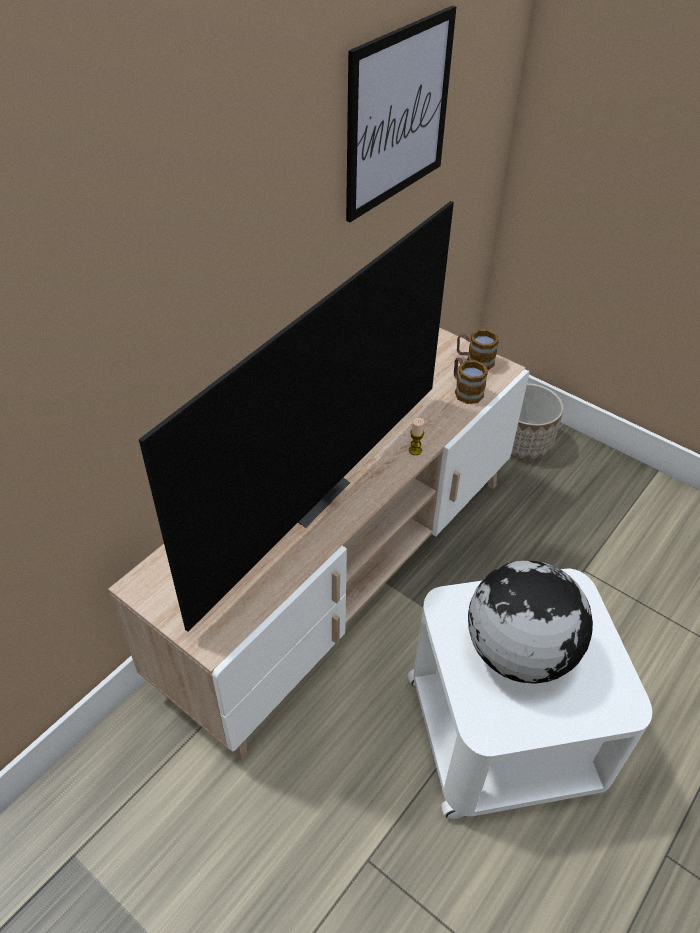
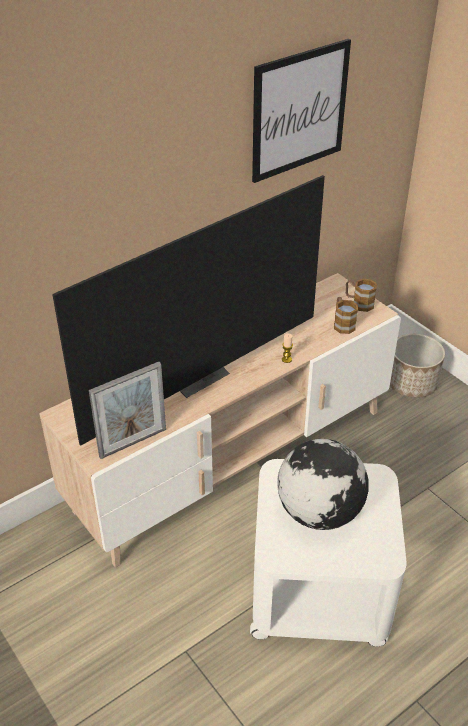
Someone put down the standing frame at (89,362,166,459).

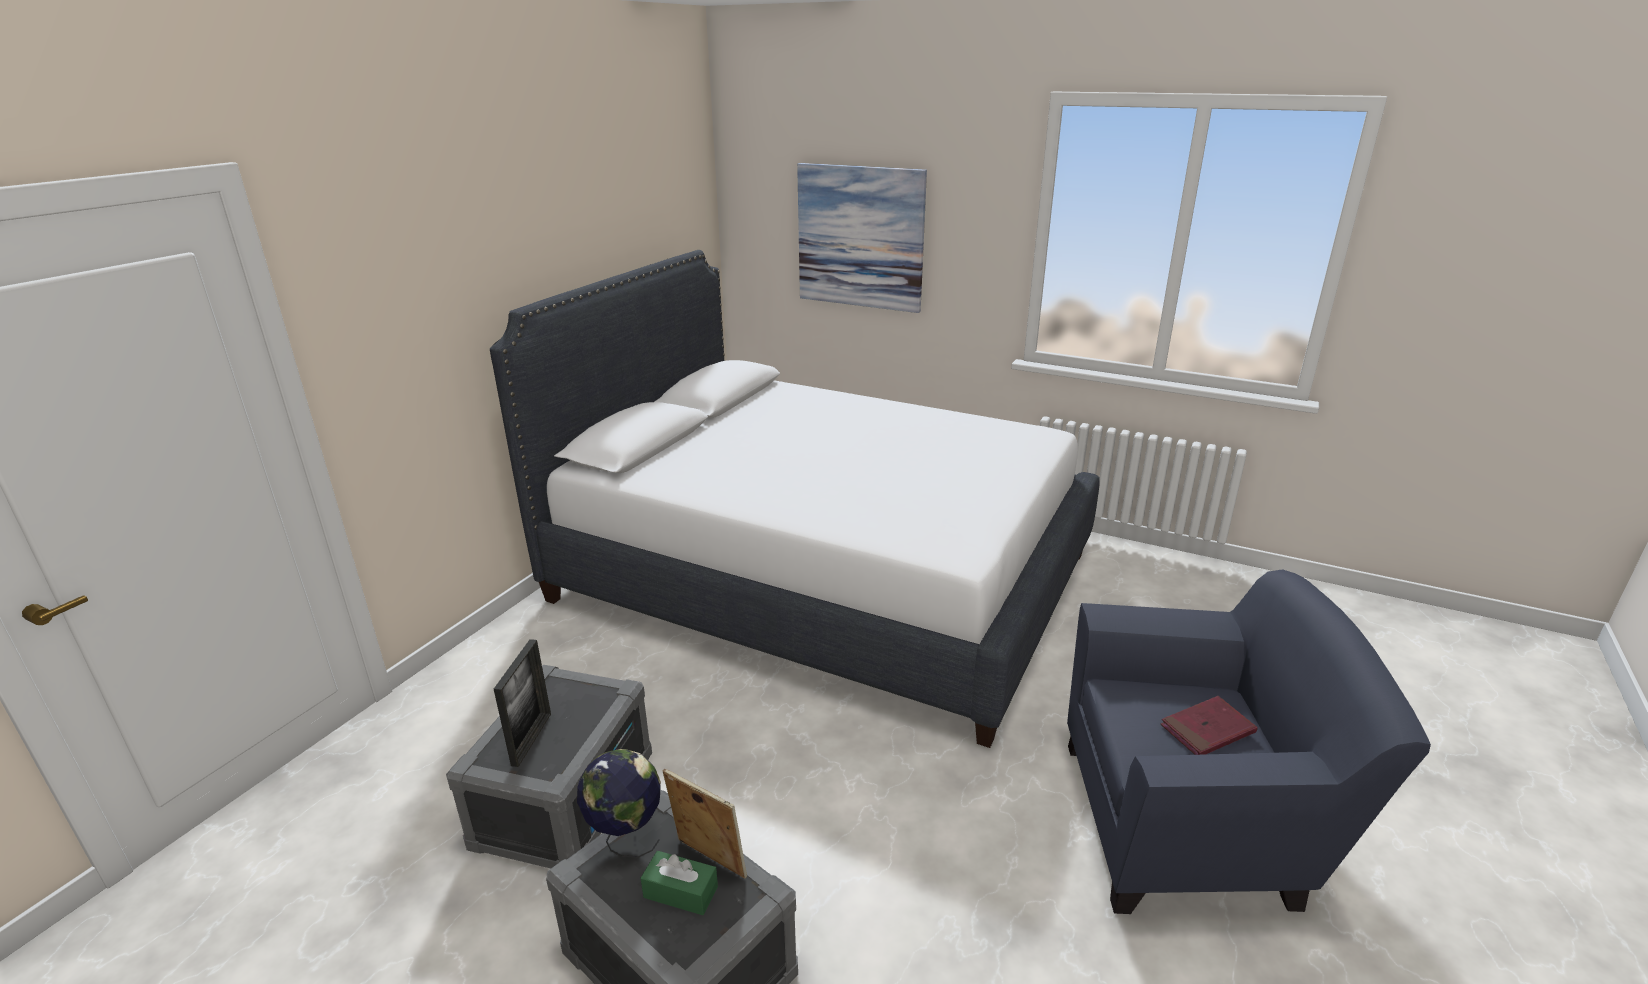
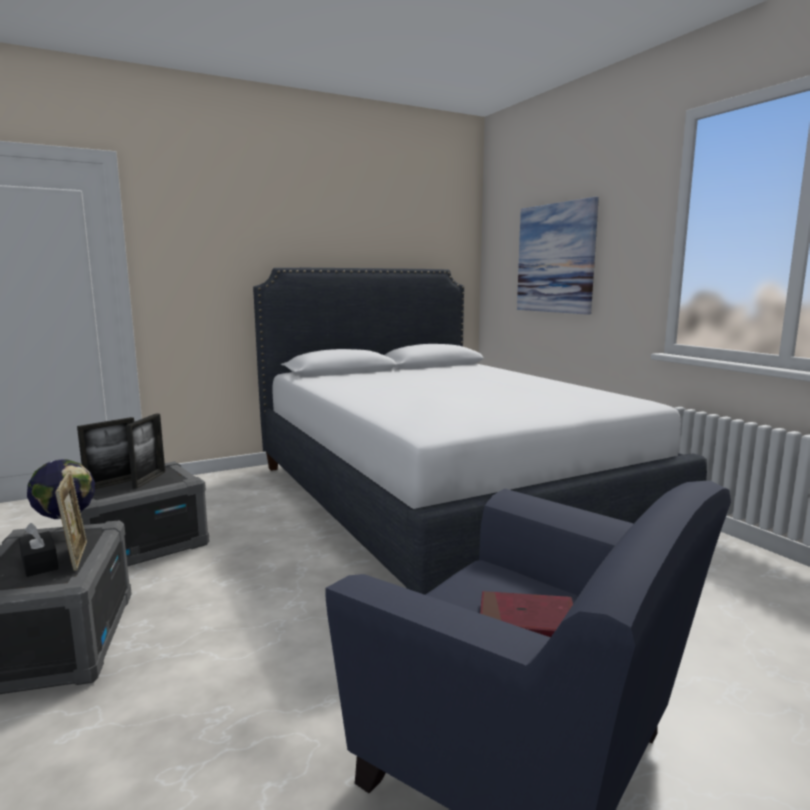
Someone repainted the greenish tissue holder at (641,851,718,915), which became the black-coloured tissue holder at (19,523,58,577). Someone put down the standing frame at (126,414,165,489).

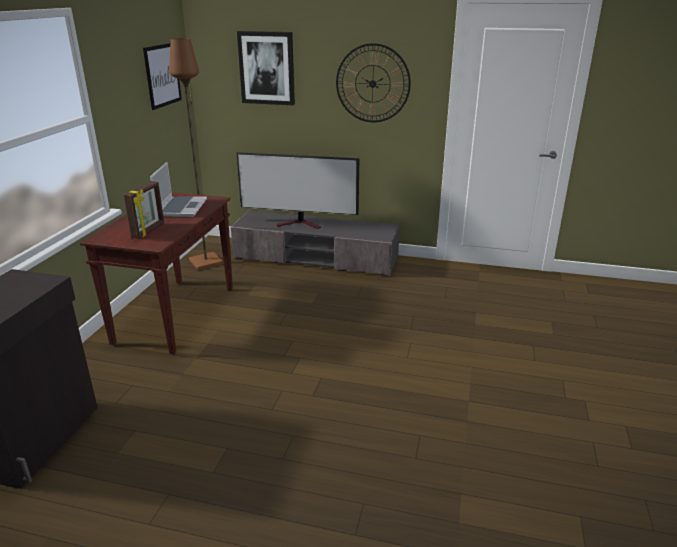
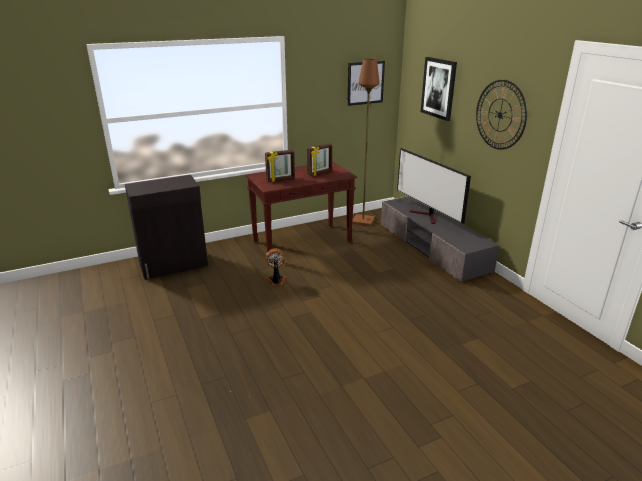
Someone swapped the portable computer at (150,162,207,217) for the standing frame at (307,143,332,176). Someone put down the electric fan at (265,248,286,286).

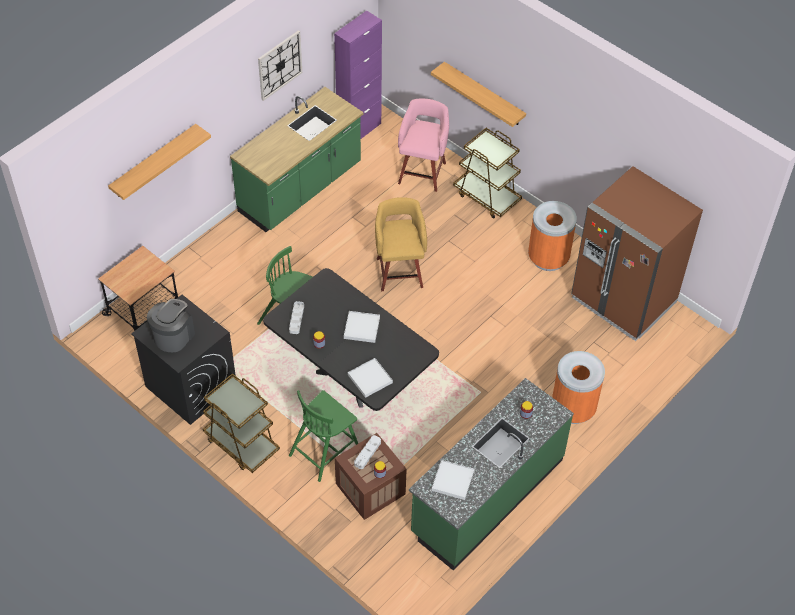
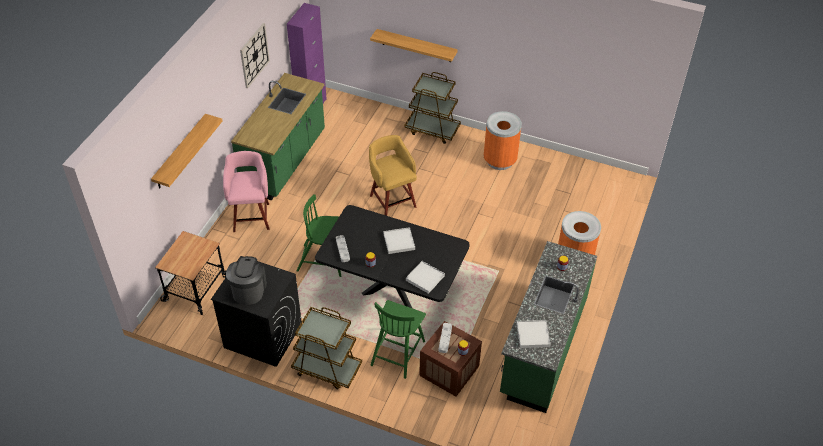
Someone carried the pink sitting stool from (398,98,449,192) to (223,151,269,232). Someone took away the brown refrigerator at (571,166,703,341).

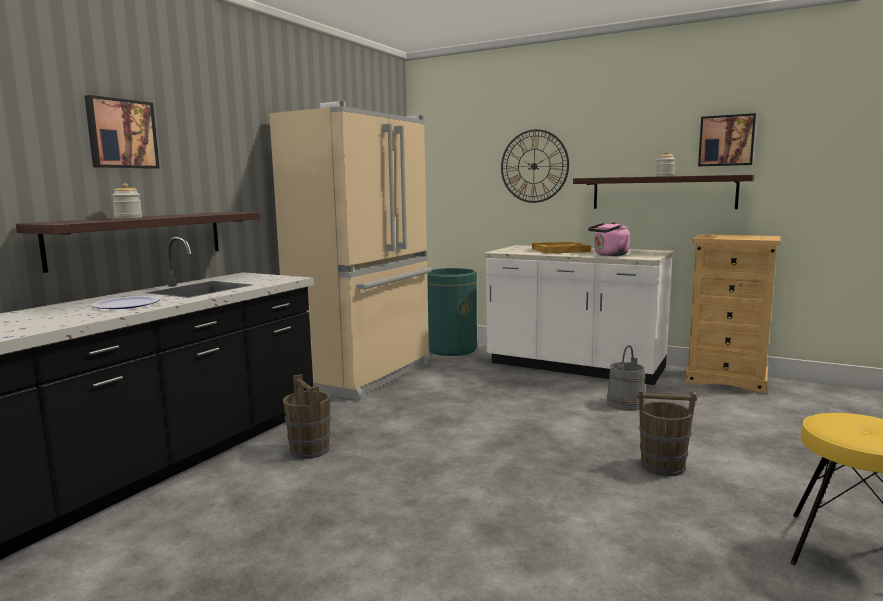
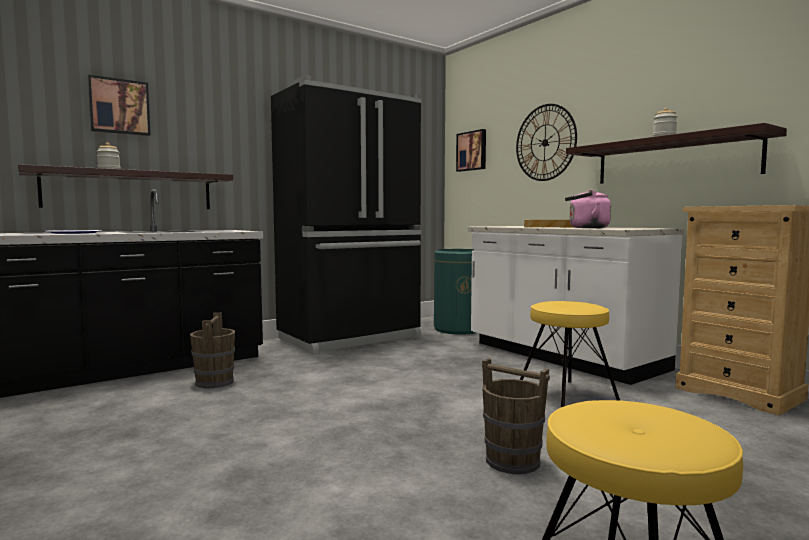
Someone repainted the beige refrigerator at (269,101,432,400), which became the black-coloured refrigerator at (271,75,421,355). Someone carried the picture from (698,113,756,166) to (456,129,486,172). Someone swapped the gray water bucket at (607,345,646,411) for the yellow-coloured sitting stool at (520,301,620,407).

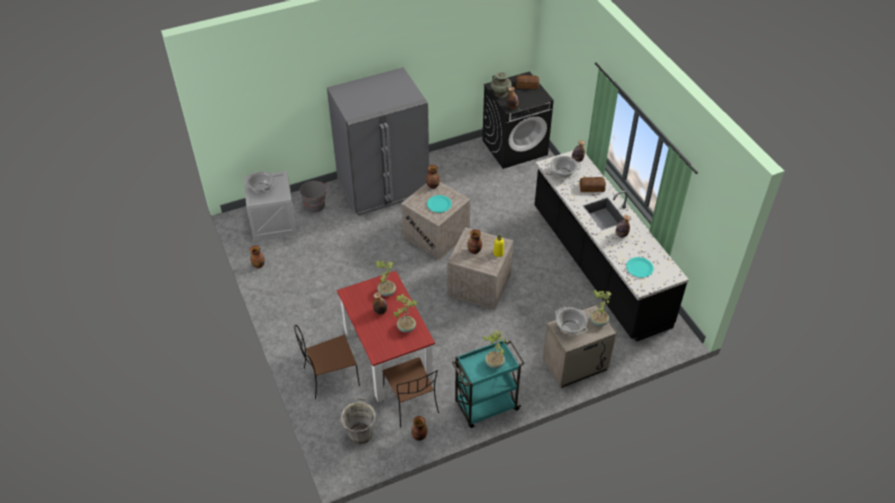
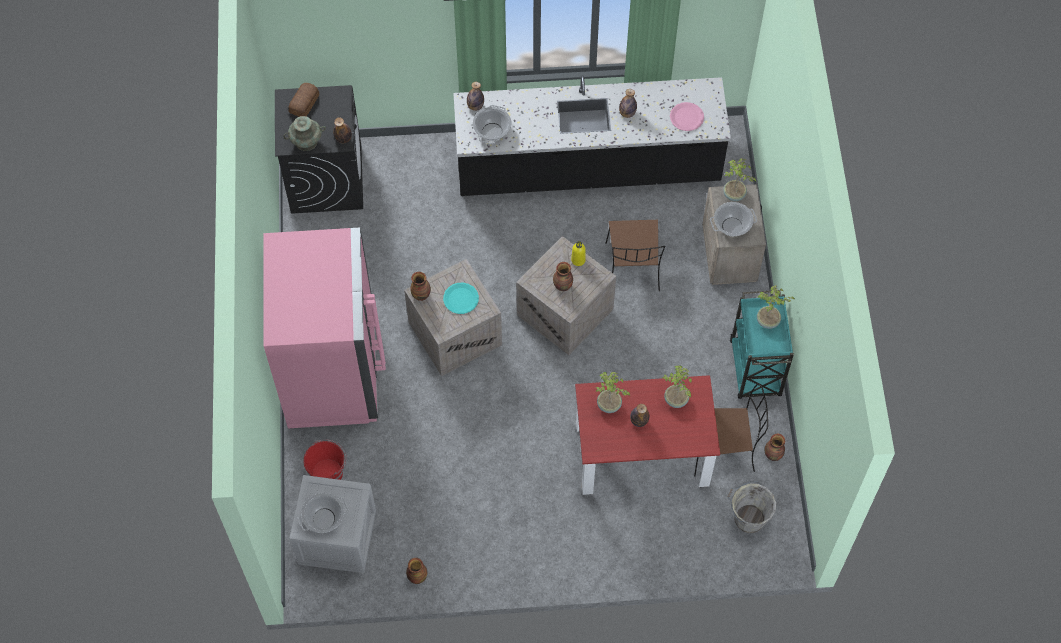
Someone repainted the gray refrigerator at (327,67,429,216), which became the pink refrigerator at (263,228,386,428). Someone took away the bakery bread at (579,177,606,192). Someone repainted the gray water bucket at (299,181,327,213), which became the red water bucket at (303,439,346,480). Someone repainted the turquoise-coloured flat dish at (626,257,654,278), which became the pink flat dish at (670,102,704,131). Someone carried the brown chair from (294,325,360,400) to (605,220,665,291).

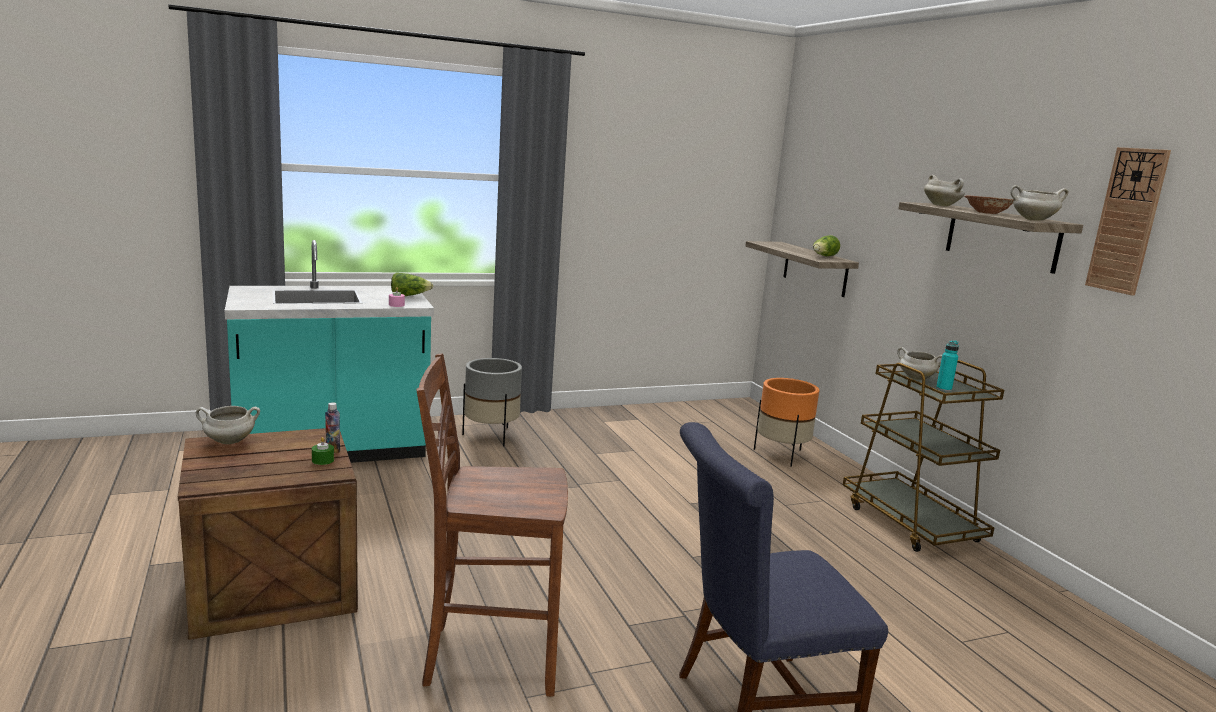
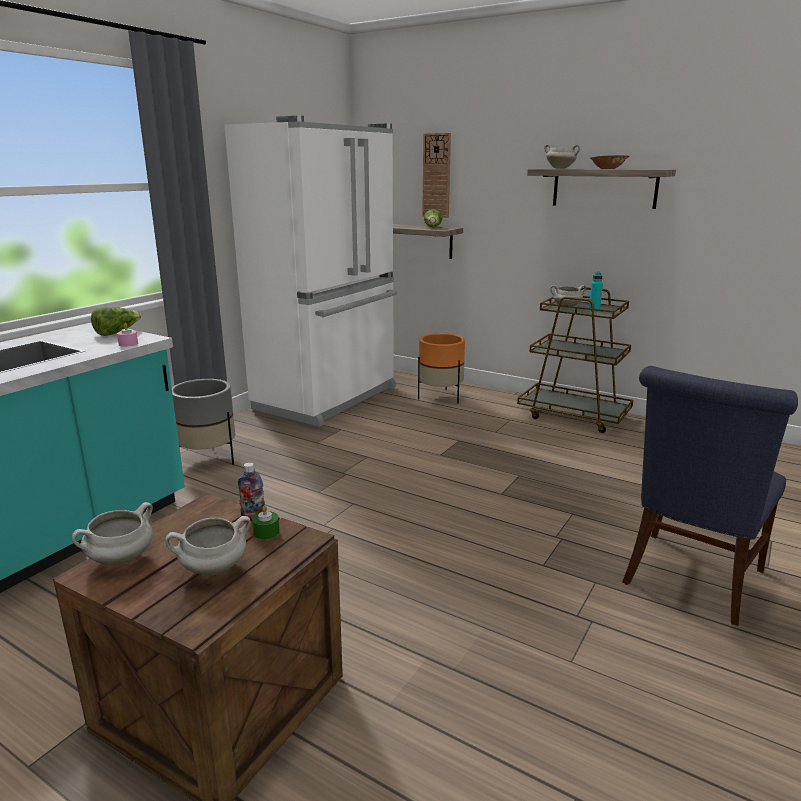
Someone carried the hanging clock from (1085,147,1171,295) to (422,133,451,218). Someone carried the white cooking pot from (1010,185,1069,221) to (165,516,251,575). Someone took away the brown chair at (416,354,568,697). Someone put down the white refrigerator at (224,116,397,427).

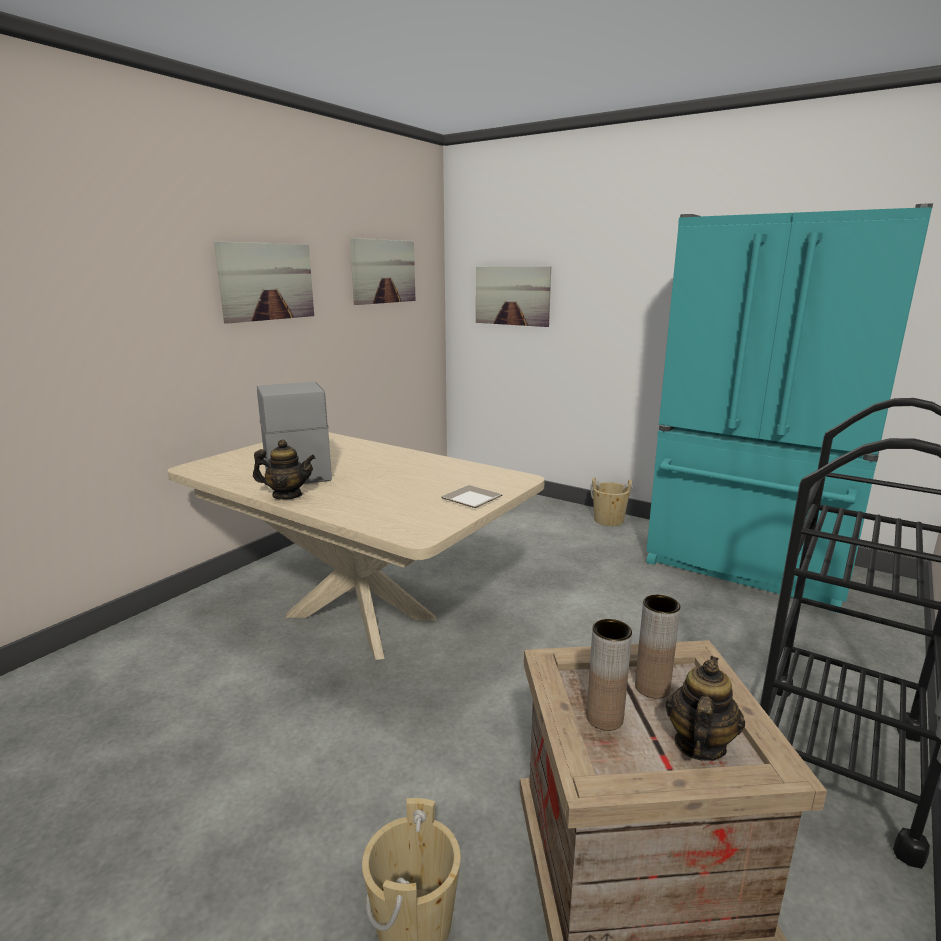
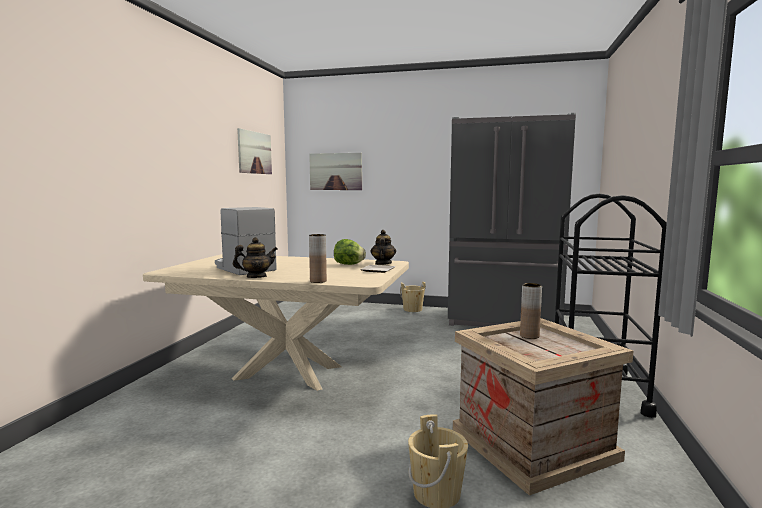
Someone repainted the turquoise-coloured refrigerator at (646,203,933,613), which became the gray refrigerator at (448,113,576,327). Someone took away the picture at (214,241,314,324). Someone carried the brown flower vase from (586,619,632,731) to (309,234,327,283). Someone carried the teapot from (666,656,745,761) to (371,230,396,265). Someone put down the lettuce at (334,239,366,265).

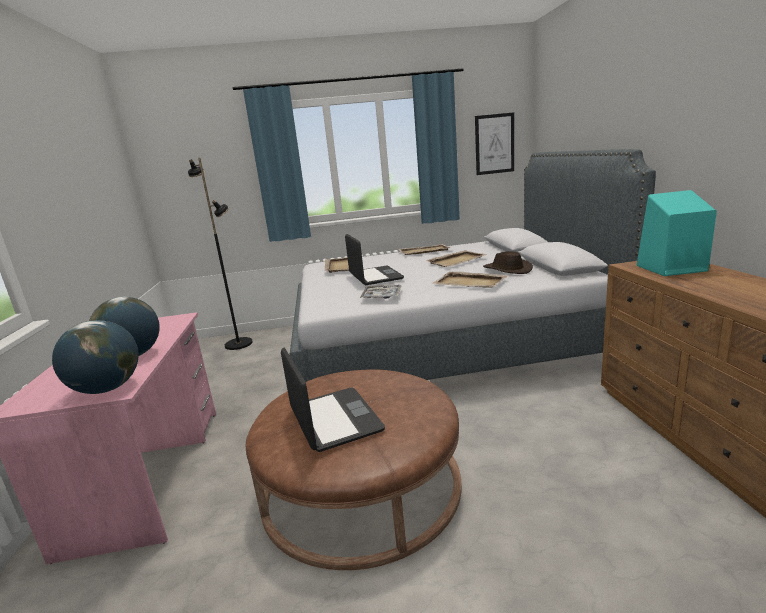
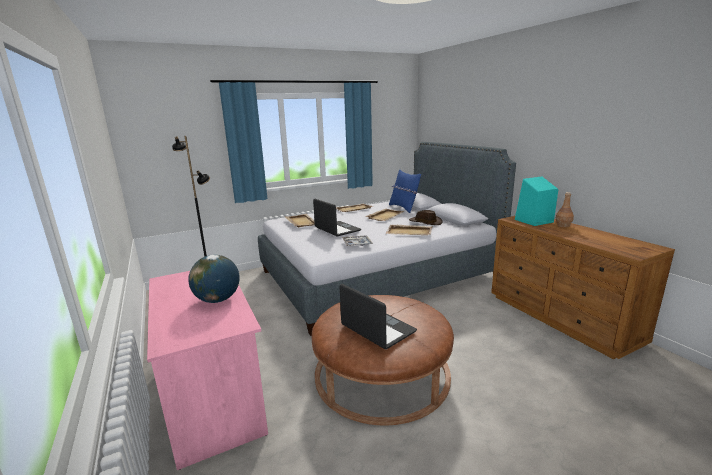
Someone took away the picture at (475,112,514,175). Someone took away the desk globe at (52,320,139,394). Someone put down the blue pillow at (389,170,421,213). Someone put down the brown drink bottle at (556,192,574,227).

